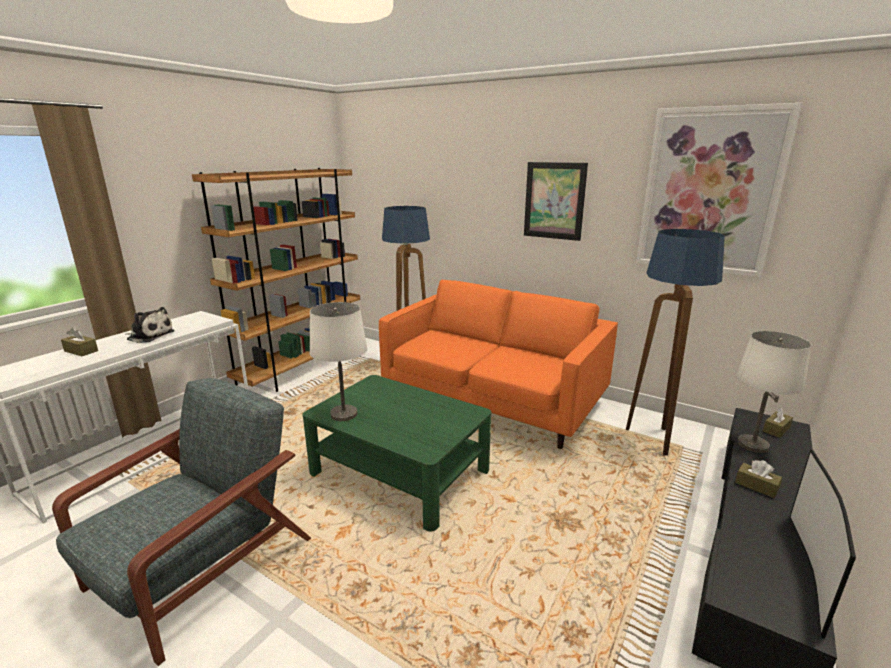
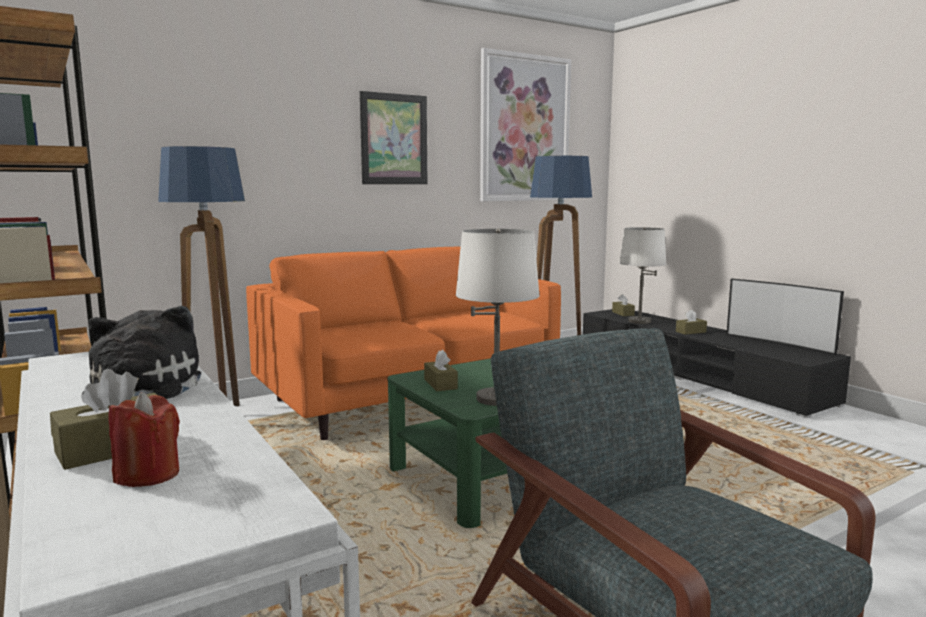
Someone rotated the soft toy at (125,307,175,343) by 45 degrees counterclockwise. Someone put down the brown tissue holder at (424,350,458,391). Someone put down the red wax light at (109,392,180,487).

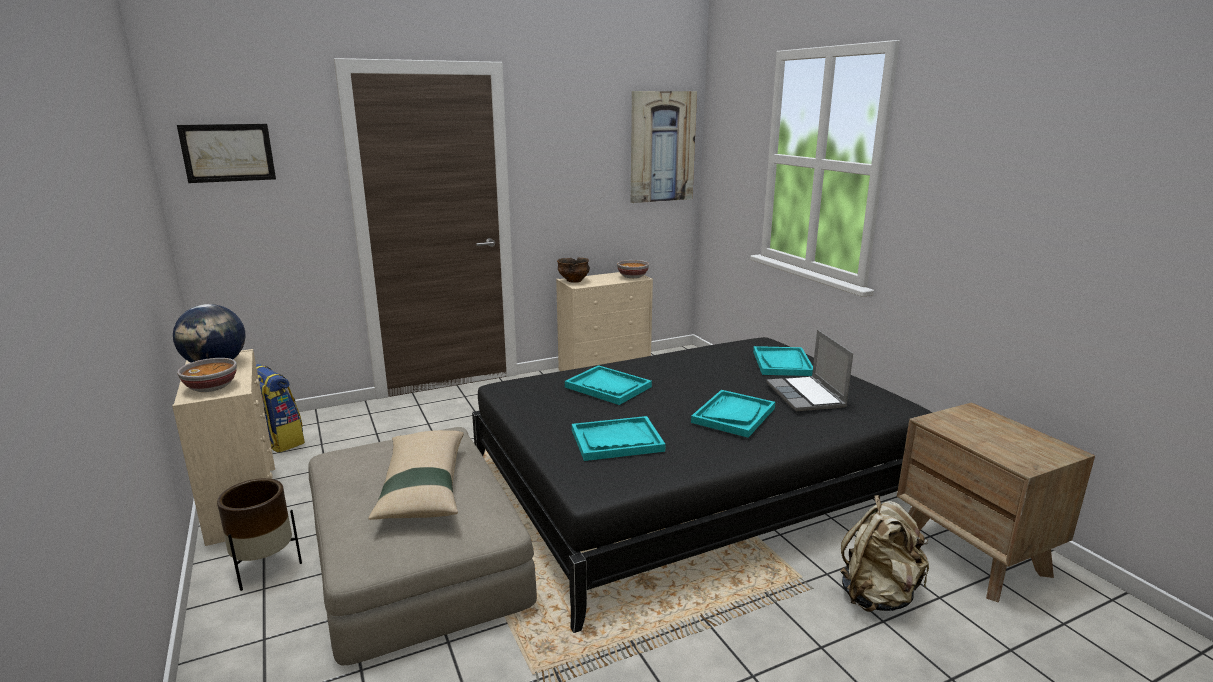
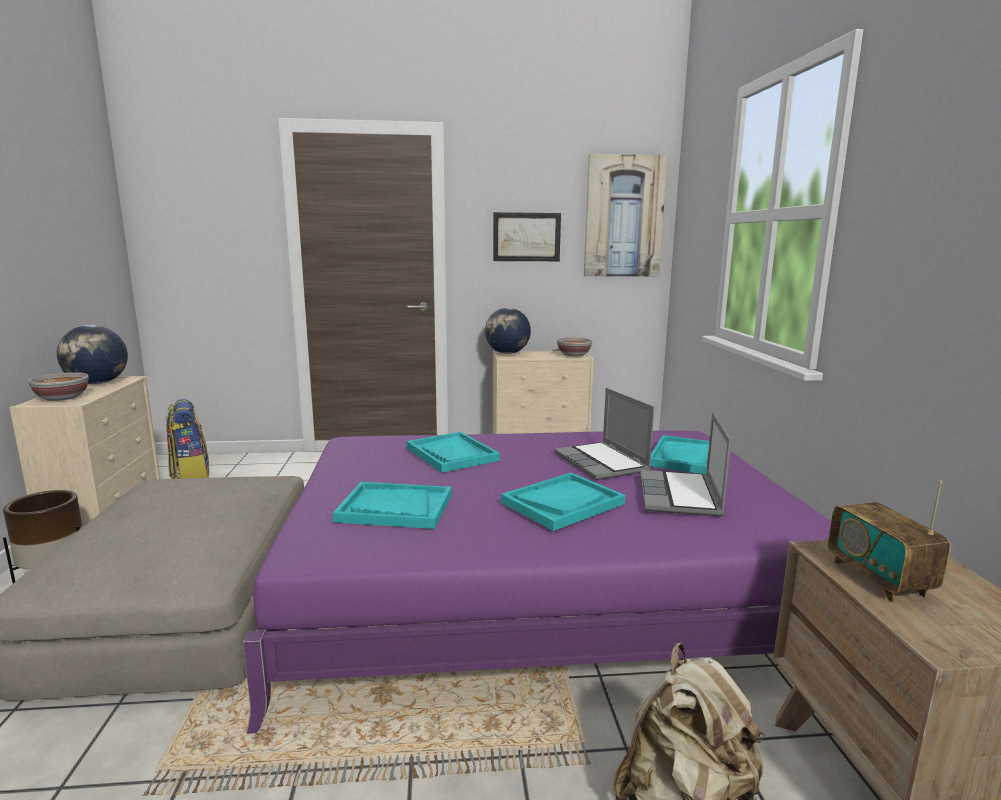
Someone carried the picture from (177,124,276,183) to (493,212,561,261). Someone swapped the serving bowl at (557,258,590,283) for the desk globe at (485,308,531,354). Someone repainted the black-coloured bed at (472,337,932,633), which became the purple-coloured bed at (243,431,831,734). Someone took away the beige pillow at (368,430,464,520). Someone put down the portable computer at (554,388,654,480). Someone put down the radio set at (828,480,951,602).

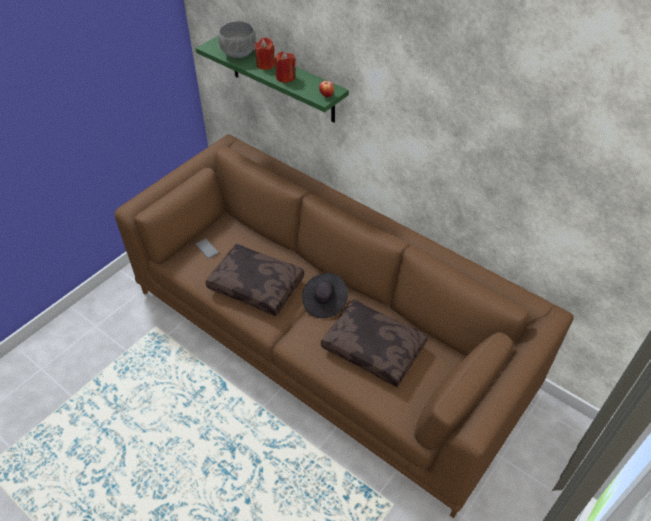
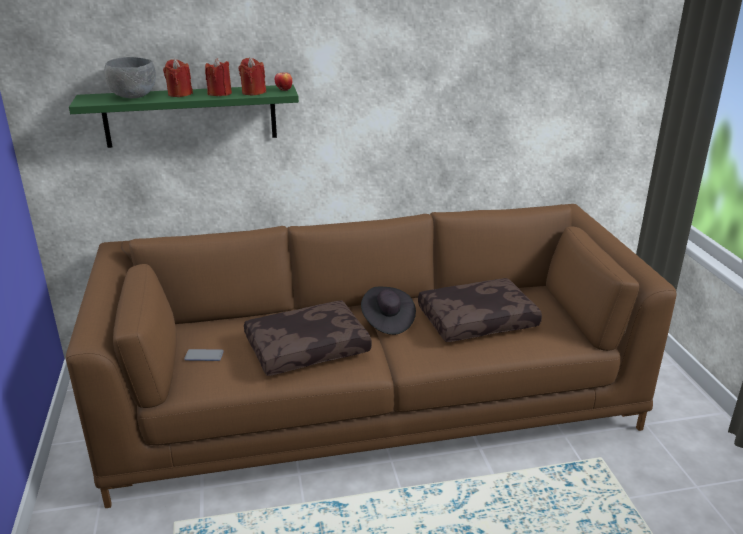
Someone put down the red wax light at (239,57,266,95).

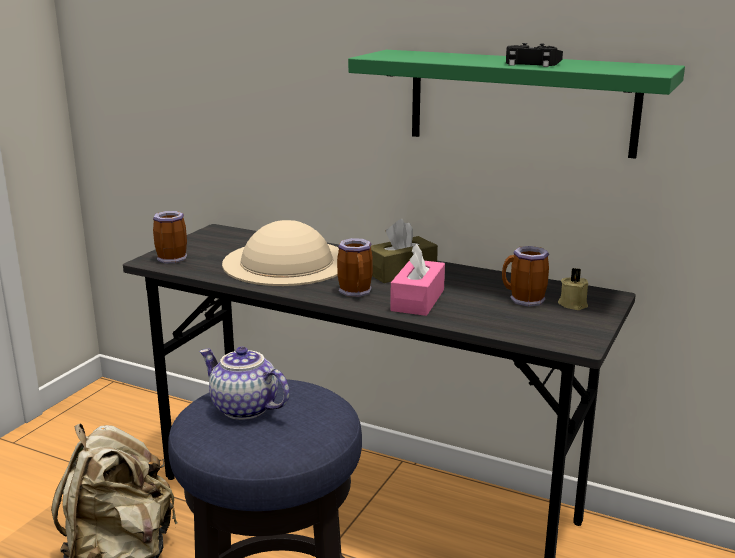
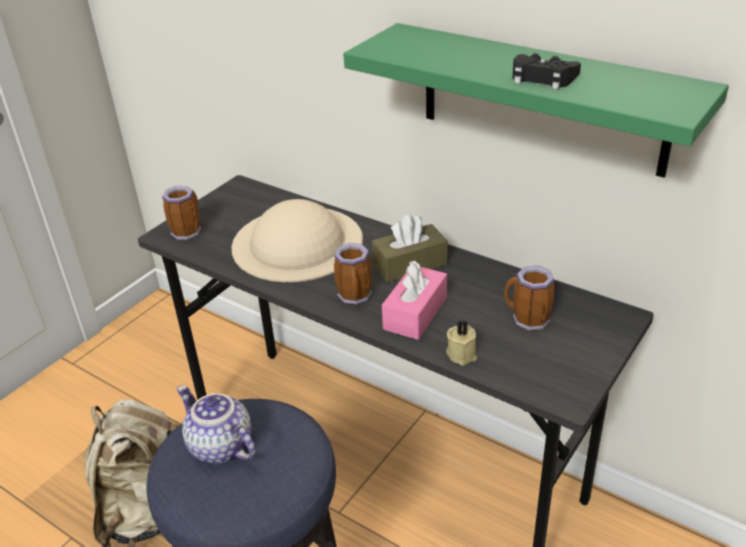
Someone carried the beige wax light from (558,268,588,310) to (446,320,477,365).

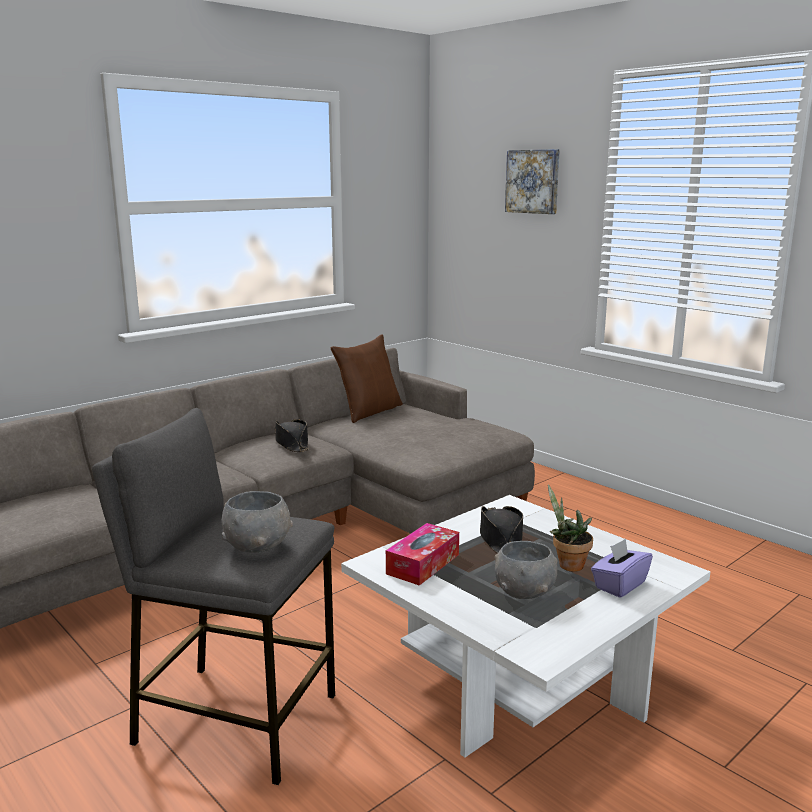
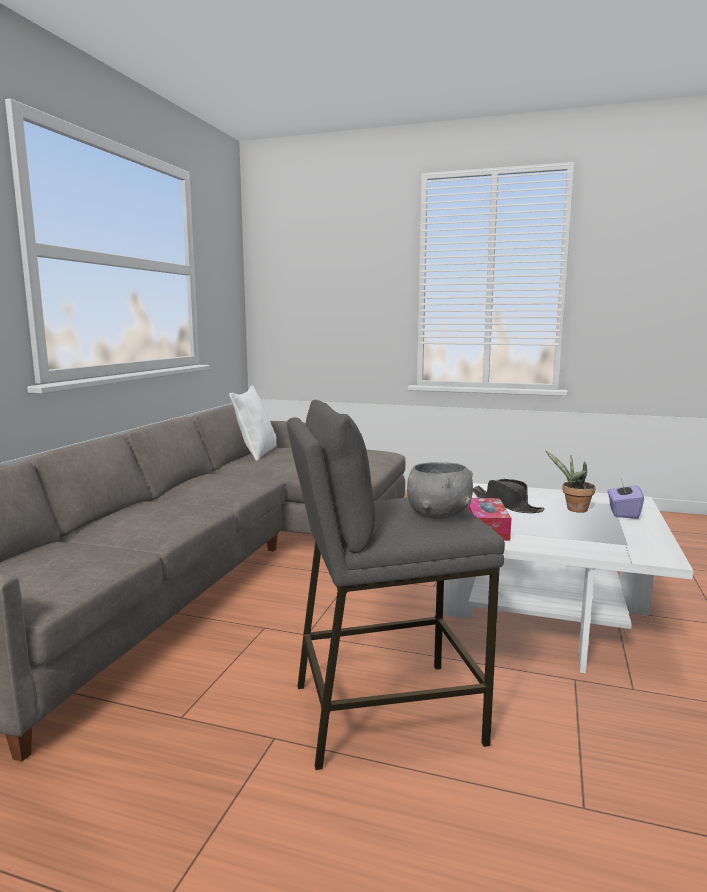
Someone took away the picture at (505,149,560,214). Someone repainted the brown pillow at (331,334,403,423), which became the white pillow at (229,385,277,461). Someone took away the black-coloured hat at (274,419,309,452). Someone took away the gray serving bowl at (495,541,558,599).

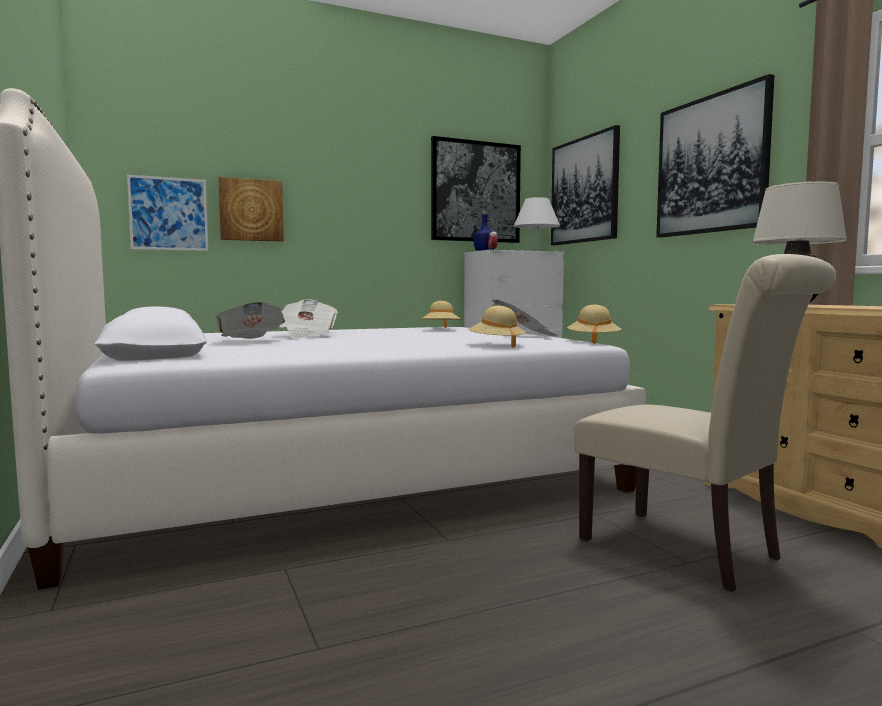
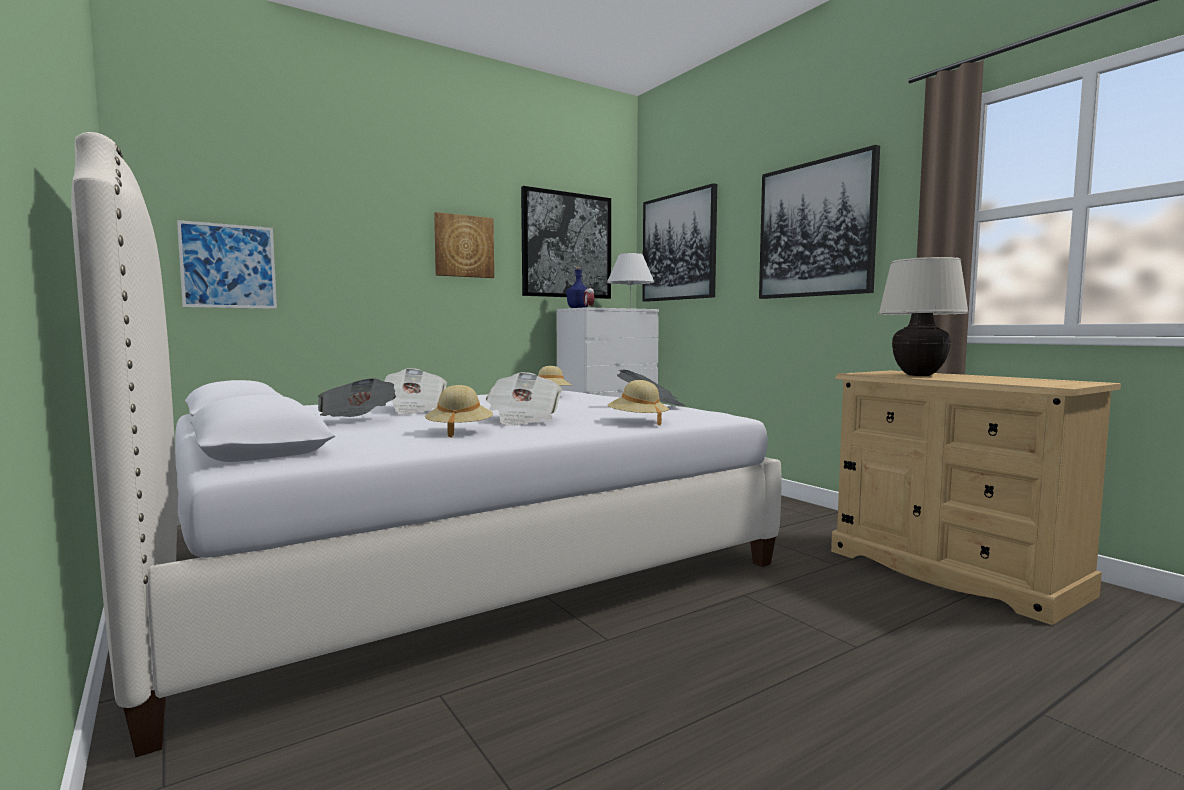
Someone carried the picture from (219,177,284,242) to (434,212,494,278). Someone took away the beige chair at (574,254,836,592). Someone carried the beige hat from (567,305,621,344) to (425,385,493,438). Someone put down the printed paper at (486,372,562,426).

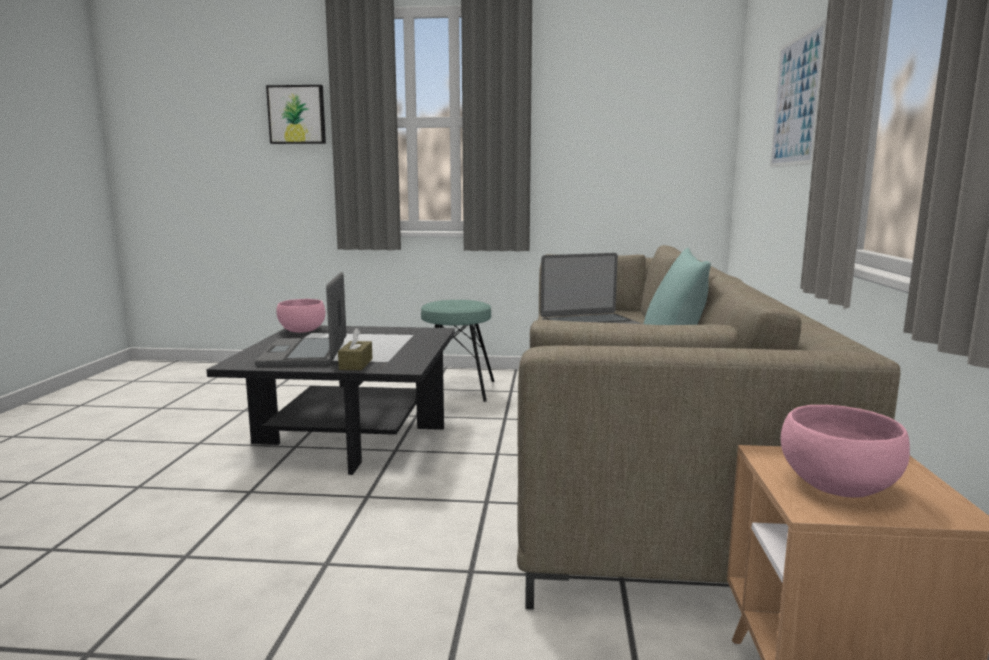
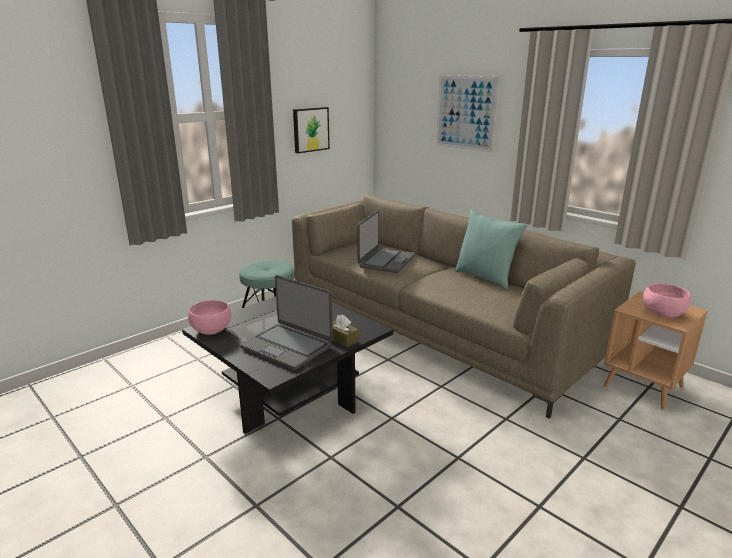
Someone carried the picture from (266,85,326,144) to (293,107,330,153).

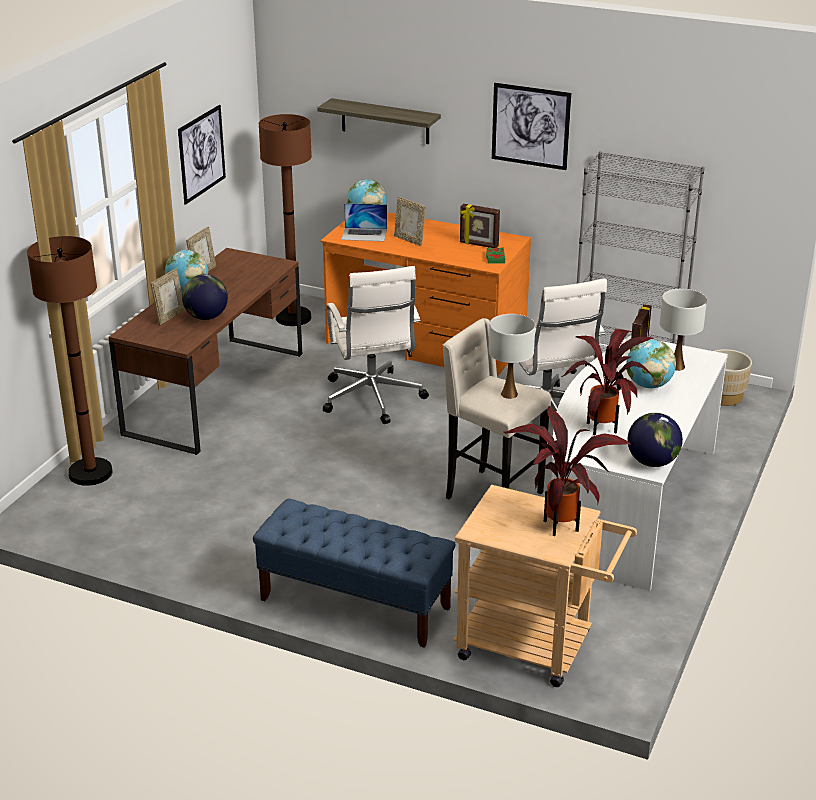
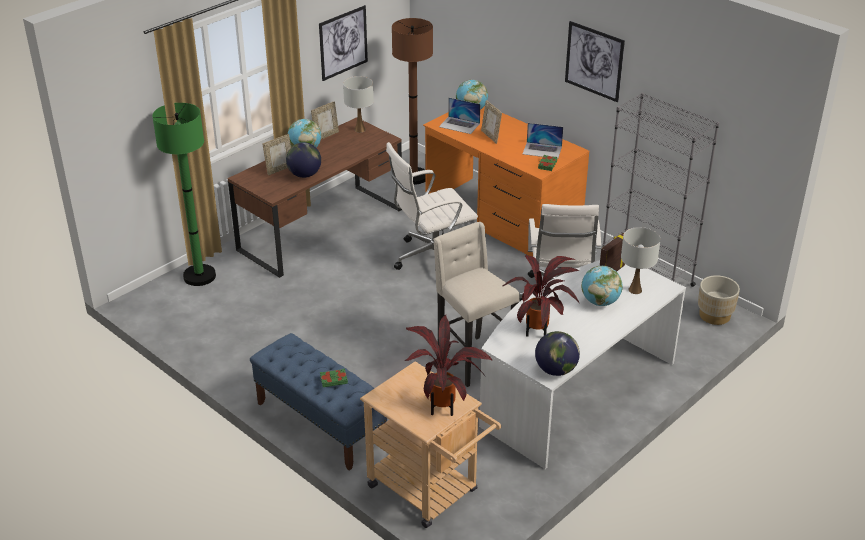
Someone took away the shelf at (317,98,441,144). Someone swapped the standing frame at (460,204,500,248) for the portable computer at (523,123,563,159). Someone repainted the brown standing lamp at (27,236,113,486), which became the greenish standing lamp at (152,103,216,286). Someone rotated the white office chair at (323,266,429,424) by 60 degrees clockwise. Someone carried the white table lamp from (489,314,535,399) to (343,76,374,133). Someone put down the greenish bound book at (320,369,348,387).

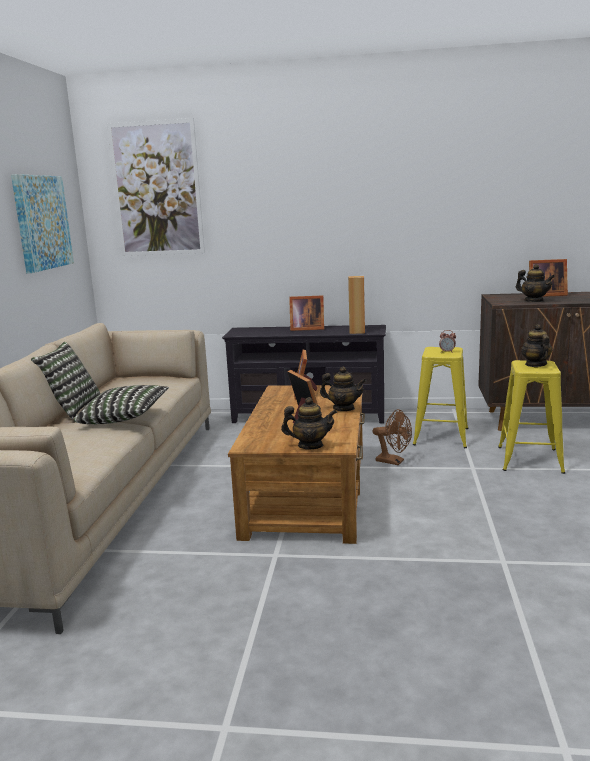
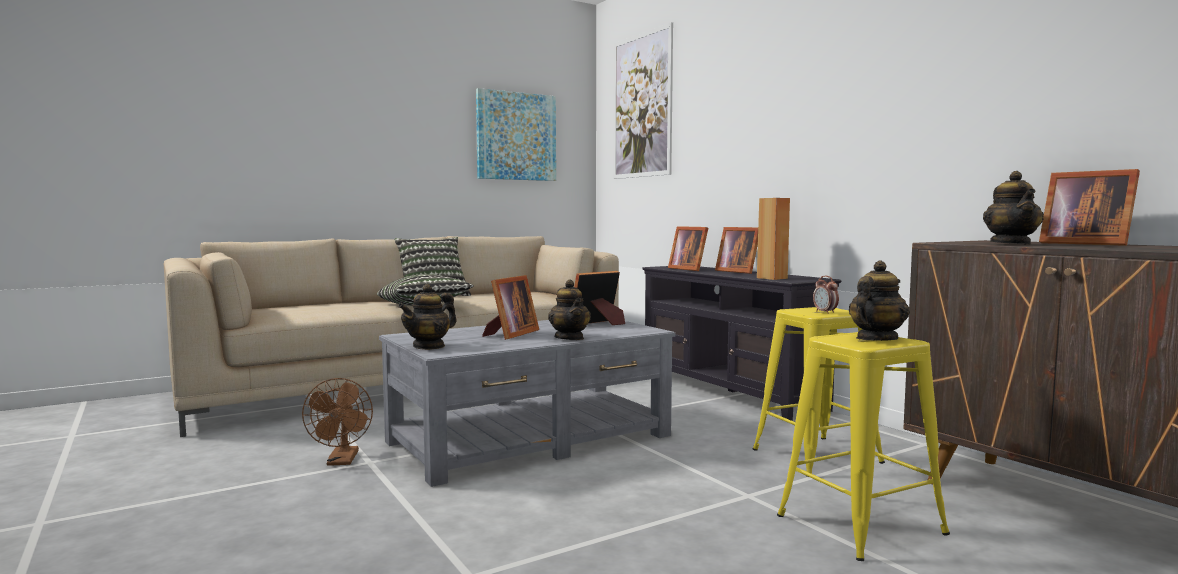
Someone repainted the brown lounge table at (228,385,365,544), which became the gray lounge table at (379,320,675,487). Someone rotated the teapot at (281,397,337,449) by 75 degrees clockwise. Someone carried the brown electric fan from (372,409,412,465) to (302,378,373,466). Someone put down the standing frame at (668,226,708,271).

